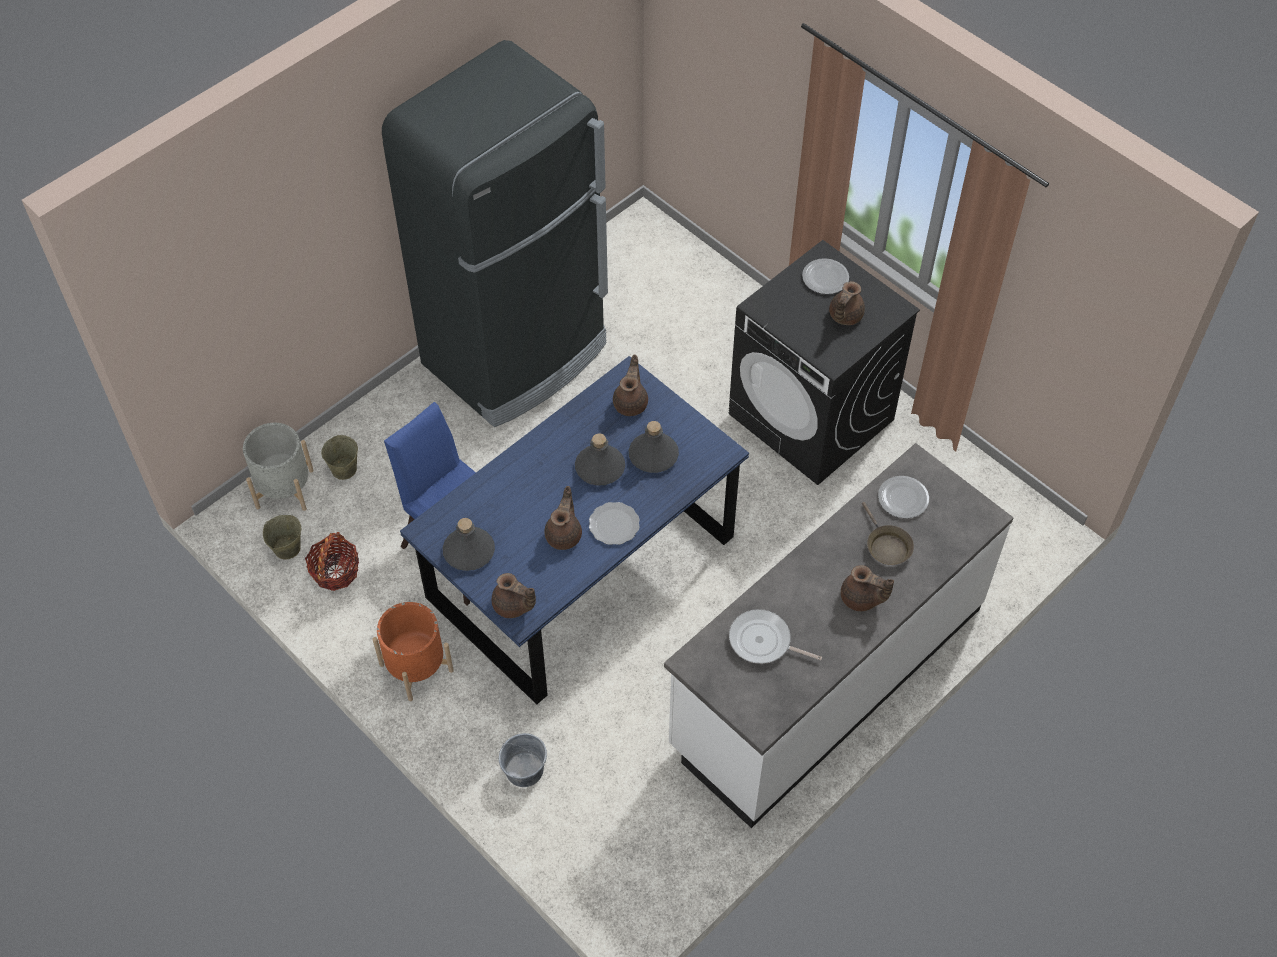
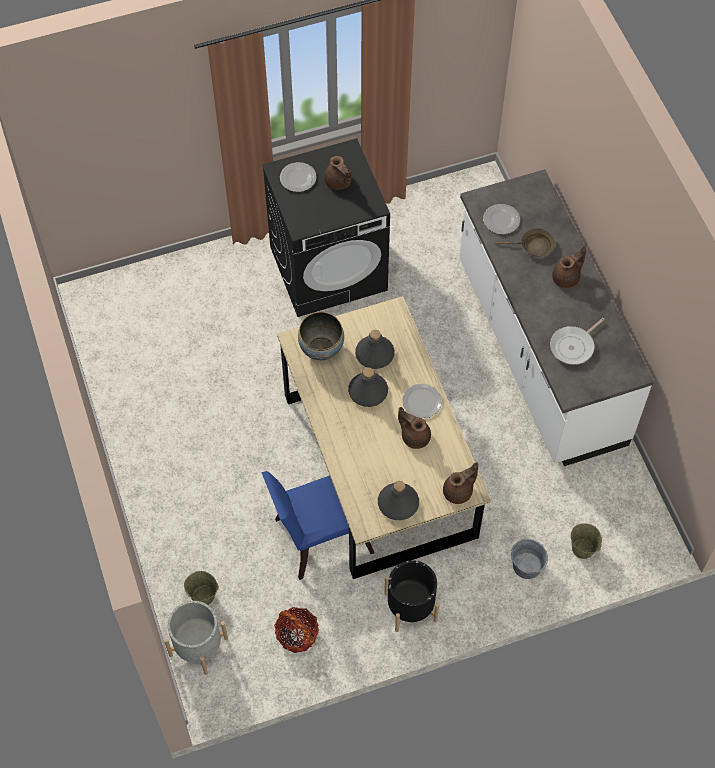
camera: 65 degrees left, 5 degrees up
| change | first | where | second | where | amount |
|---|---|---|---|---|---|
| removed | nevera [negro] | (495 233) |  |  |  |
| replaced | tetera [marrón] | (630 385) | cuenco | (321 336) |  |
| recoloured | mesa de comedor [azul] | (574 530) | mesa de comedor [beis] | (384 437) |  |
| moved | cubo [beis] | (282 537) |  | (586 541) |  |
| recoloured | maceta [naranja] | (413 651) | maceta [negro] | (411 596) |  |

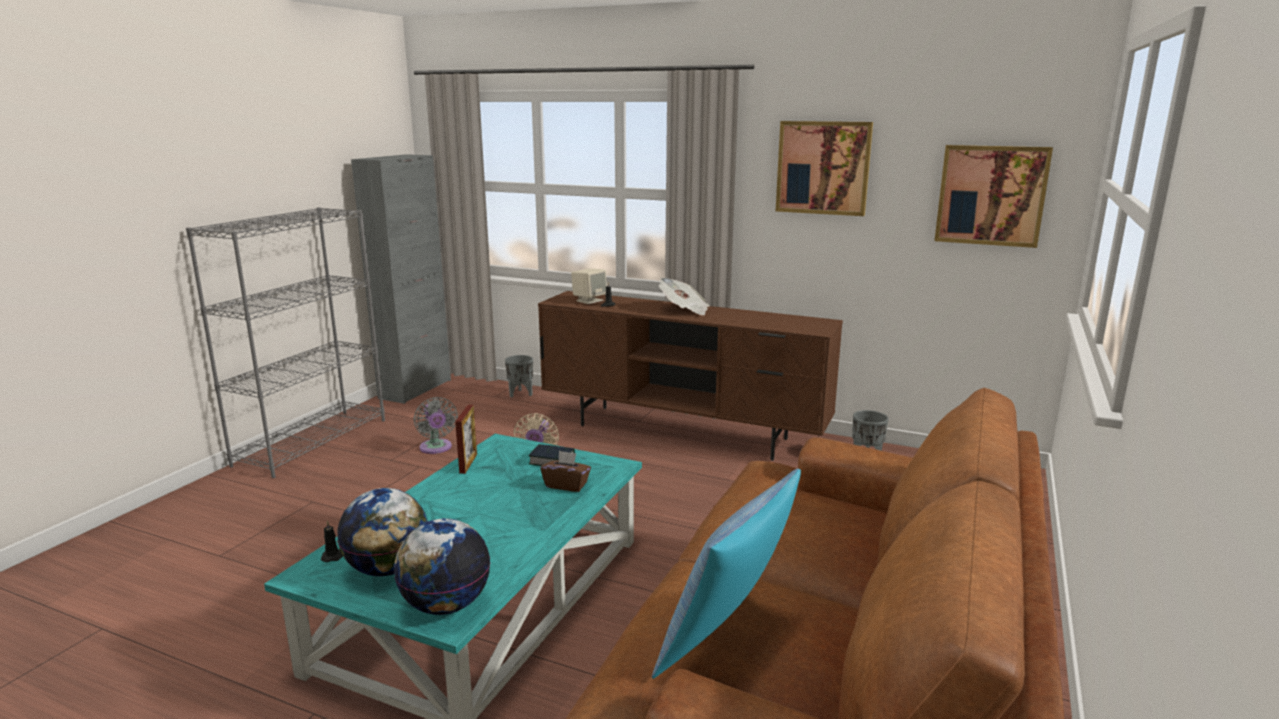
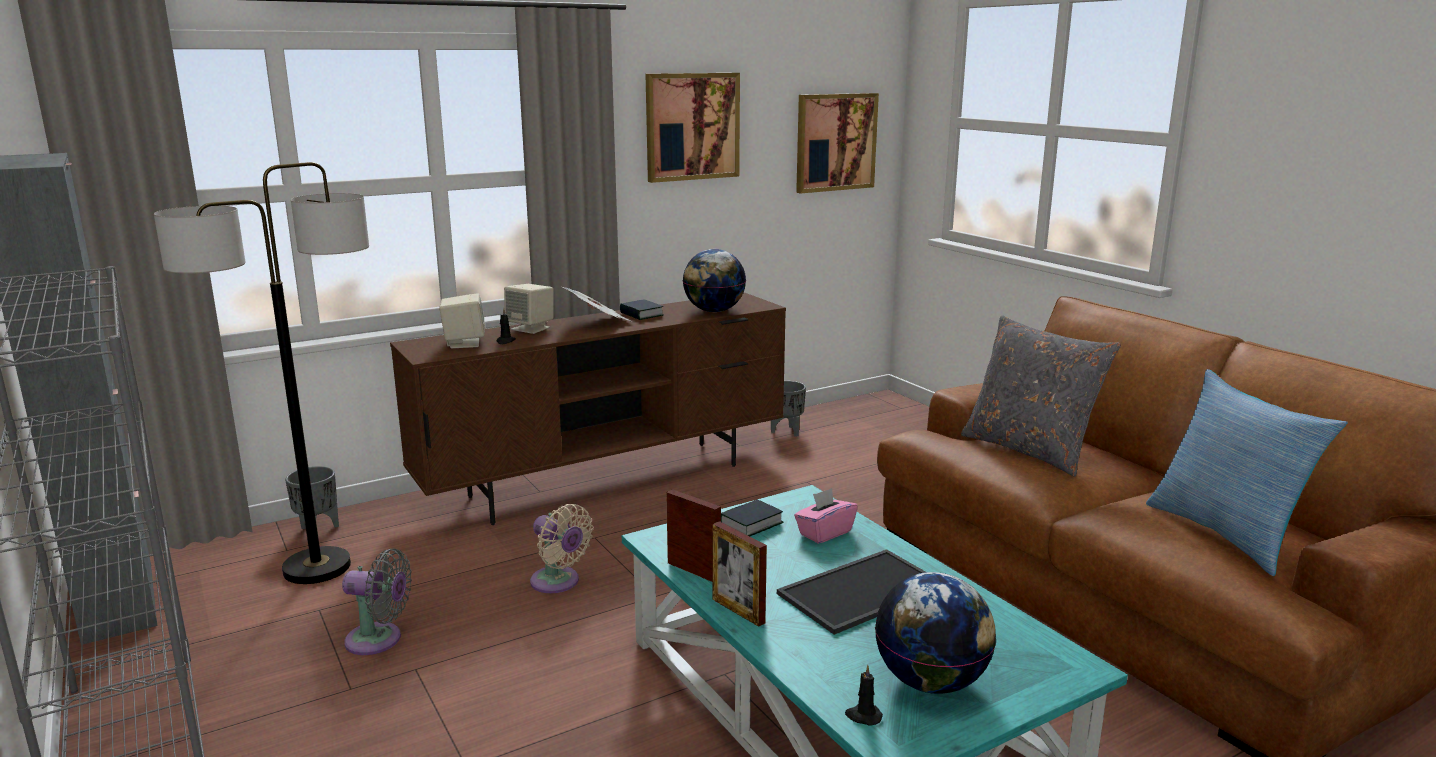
camera: 55 degrees left, 0 degrees up
| change | first | where | second | where | amount |
|---|---|---|---|---|---|
| recoloured | caja de pañuelos [marrón] | (565 471) | caja de pañuelos [rosa] | (826 516) |  |
| moved | globo terráqueo | (442 566) |  | (714 280) |  |
| added |  |  | lámpara de pie | (261 373) |  |
| added |  |  | altavoz [beis] | (528 309) |  |
| added |  |  | libro | (641 309) |  |
| added |  |  | cojín [gris] | (1041 396) |  |
| added |  |  | portarretratos | (739 574) |  |
| added |  |  | bandeja | (851 592) |  |

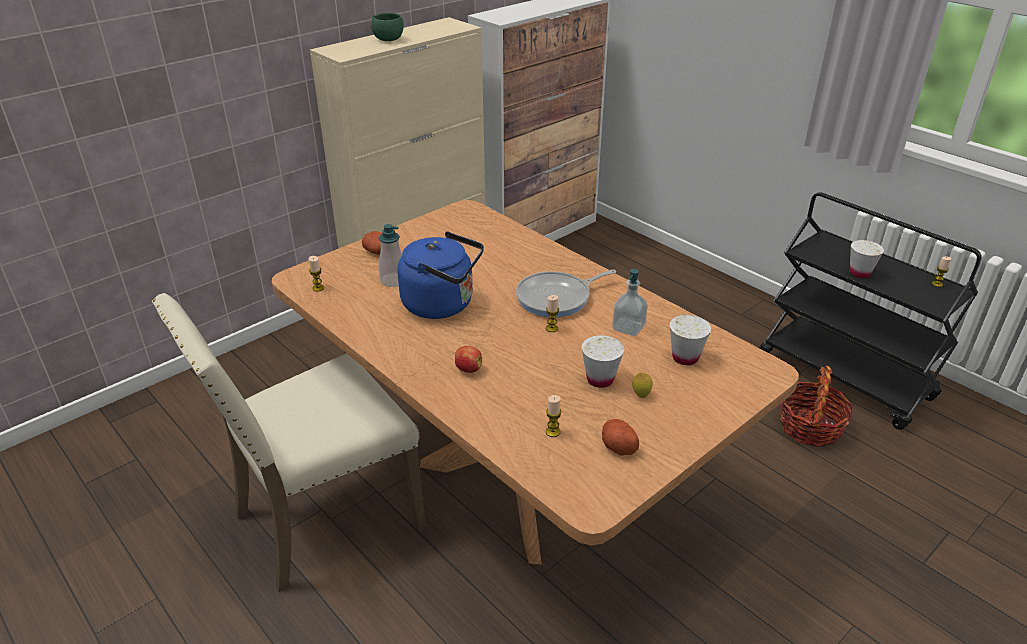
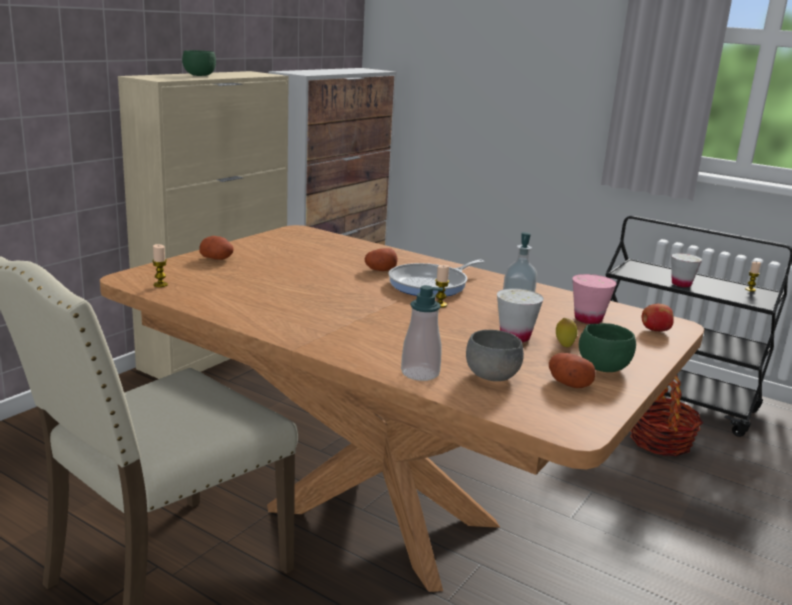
camera: 15 degrees left, 15 degrees down
| change | first | where | second | where | amount |
|---|---|---|---|---|---|
| moved | dispensador de jabón | (390 255) |  | (422 333) |  |
| removed | hervidor [azul] | (440 275) |  |  |  |
| recoloured | taza [blanco] | (690 340) | taza [rosa] | (594 299) |  |
| moved | manzana | (468 359) |  | (658 318) |  |
| replaced | vela | (554 416) | cuenco [gris] | (495 355) |  |
| added |  |  | patata | (381 259) |  |
| added |  |  | cuenco [verde] | (607 347) |  |

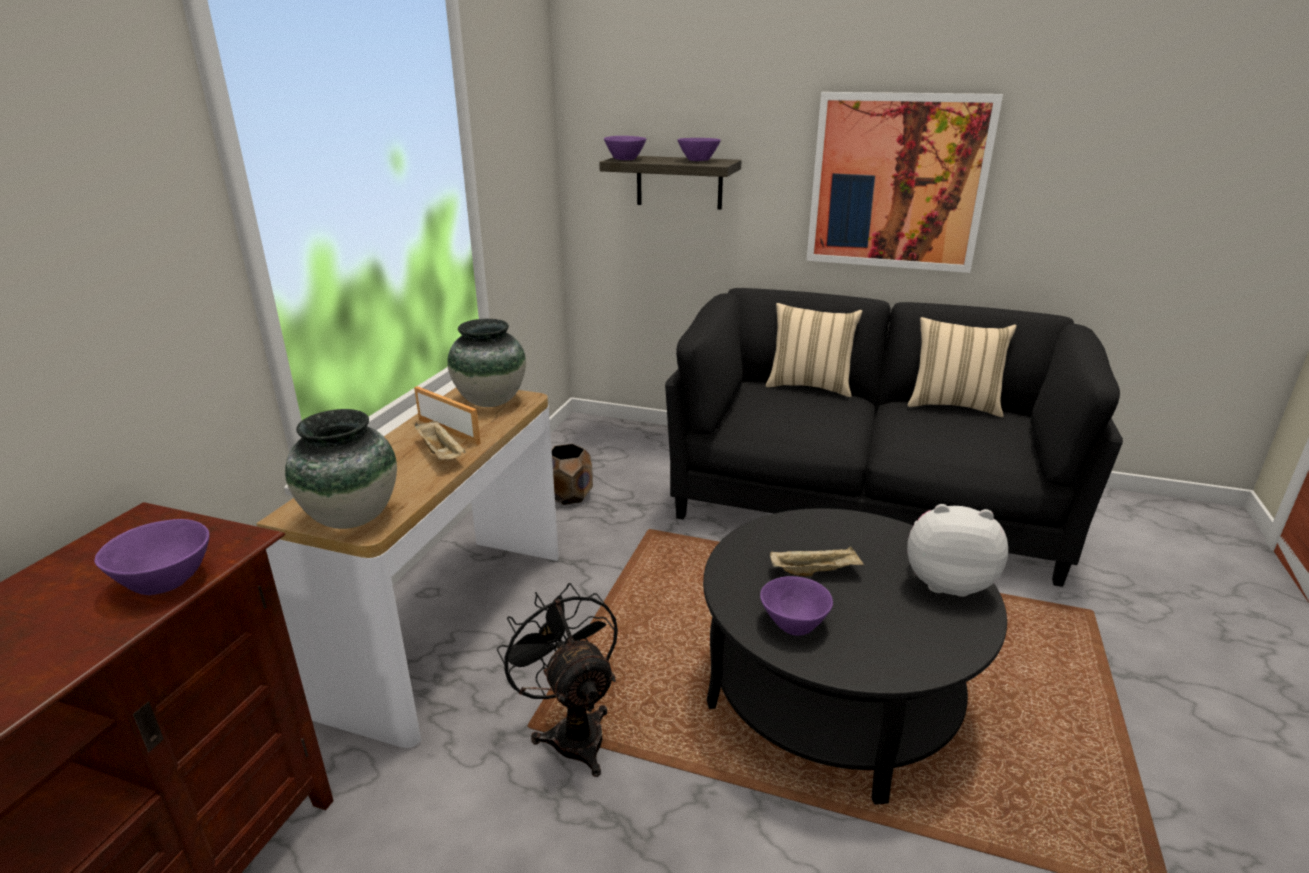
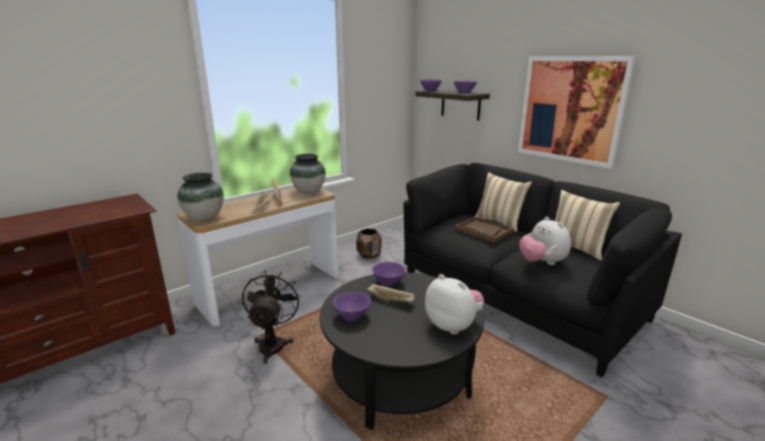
camera: 30 degrees right, 5 degrees down
| change | first | where | second | where | amount |
|---|---|---|---|---|---|
| moved | cuenco [morado] | (151 557) |  | (388 274) |  |
| added |  |  | bandeja [marrón] | (484 230) |  |
| added |  |  | peluche | (545 241) |  |

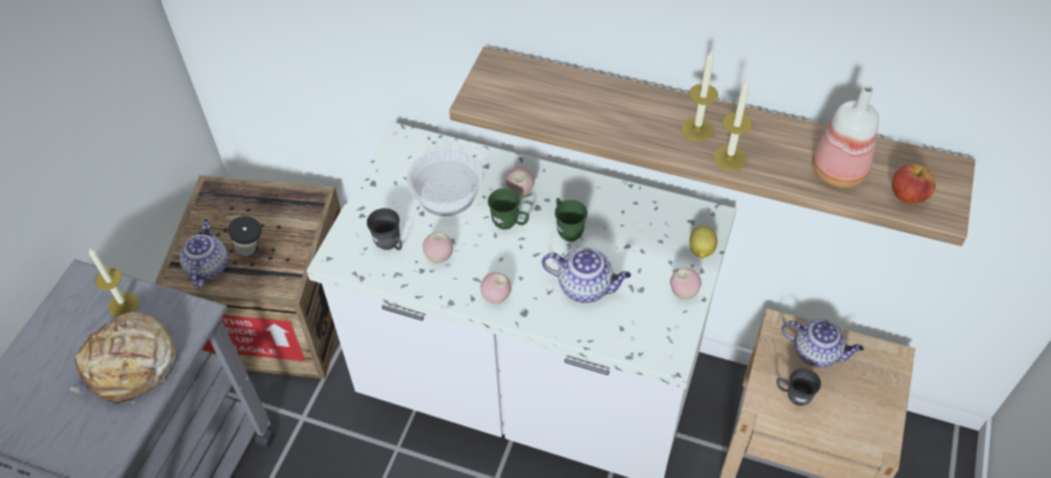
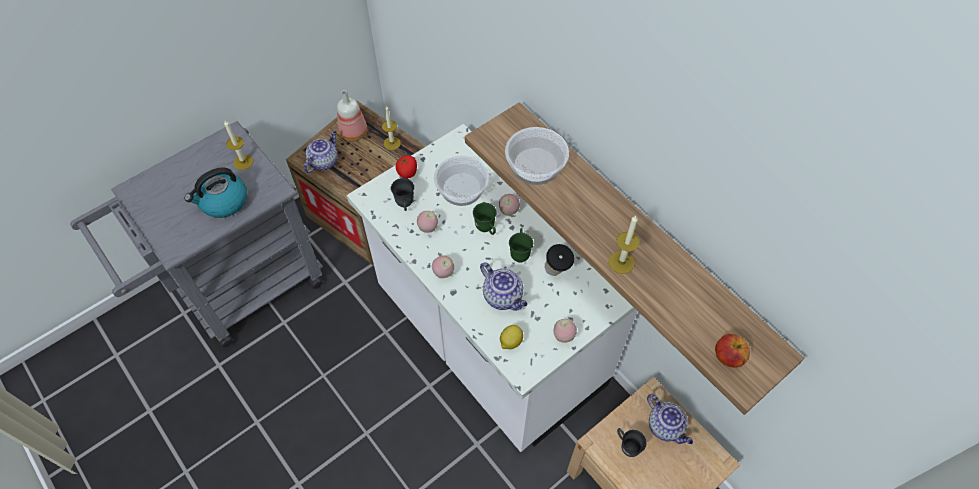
camera: 30 degrees right, 5 degrees up
| change | first | where | second | where | amount |
|---|---|---|---|---|---|
| moved | vela | (699 96) |  | (391 128) |  |
| moved | botella | (845 136) |  | (352 115) |  |
| moved | taza | (245 236) |  | (559 260) |  |
| moved | limón | (703 242) |  | (511 337) |  |
| replaced | pan | (123 358) | hervidor | (216 193) |  |
| added |  |  | cuenco | (537 156) |  |
| added |  |  | tomate | (406 166) |  |

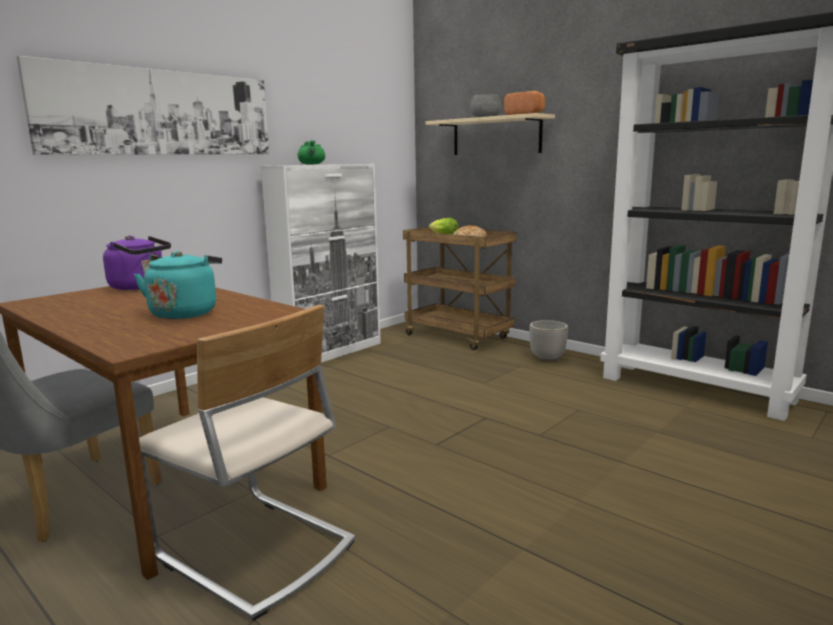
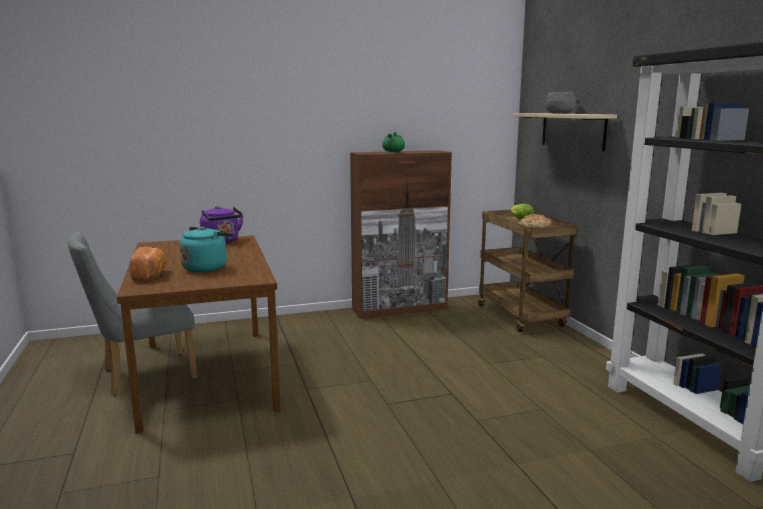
camera: 30 degrees right, 0 degrees up
| change | first | where | second | where | amount |
|---|---|---|---|---|---|
| removed | cuadro | (142 105) |  |  |  |
| moved | pan | (524 103) |  | (148 264) |  |
| recoloured | armario [blanco] | (321 263) | armario [marrón] | (401 234) |  |
| removed | silla [beis] | (247 463) |  |  |  |
| removed | maceta | (548 340) |  |  |  |

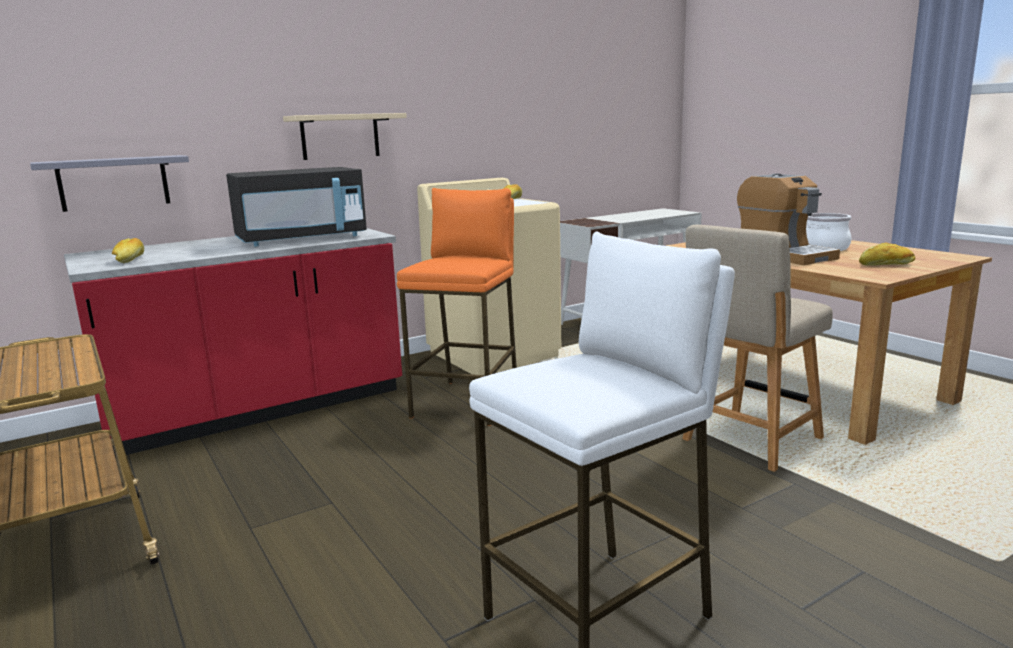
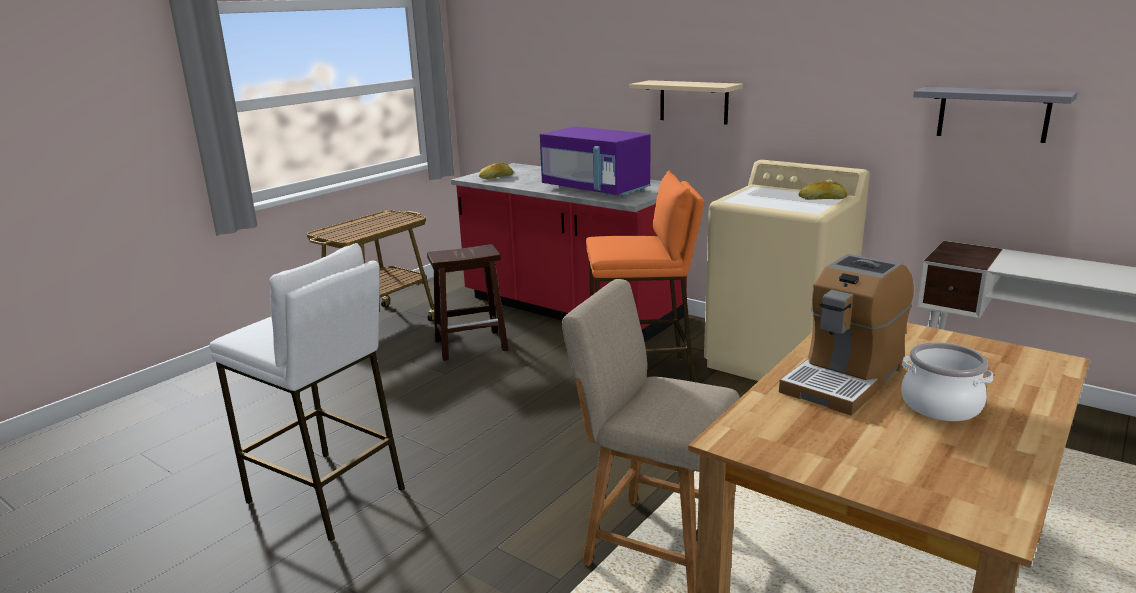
camera: 70 degrees right, 5 degrees up
| change | first | where | second | where | amount |
|---|---|---|---|---|---|
| moved | estante [gris] | (109 183) |  | (995 115) |  |
| recoloured | microondas [negro] | (296 207) | microondas [morado] | (595 162) |  |
| removed | pan | (887 254) |  |  |  |
| added |  |  | taburete [marrón] | (467 302) |  |

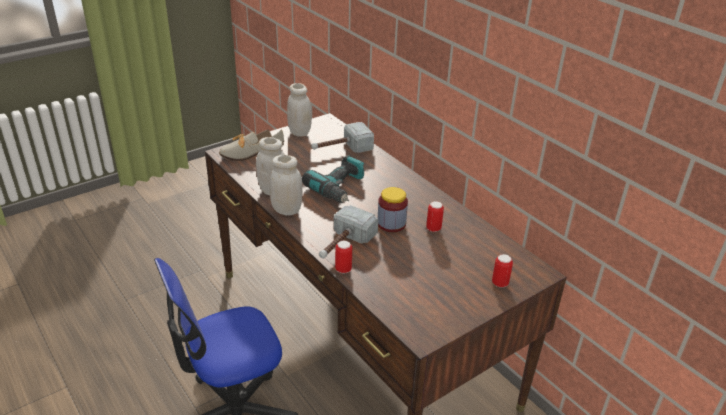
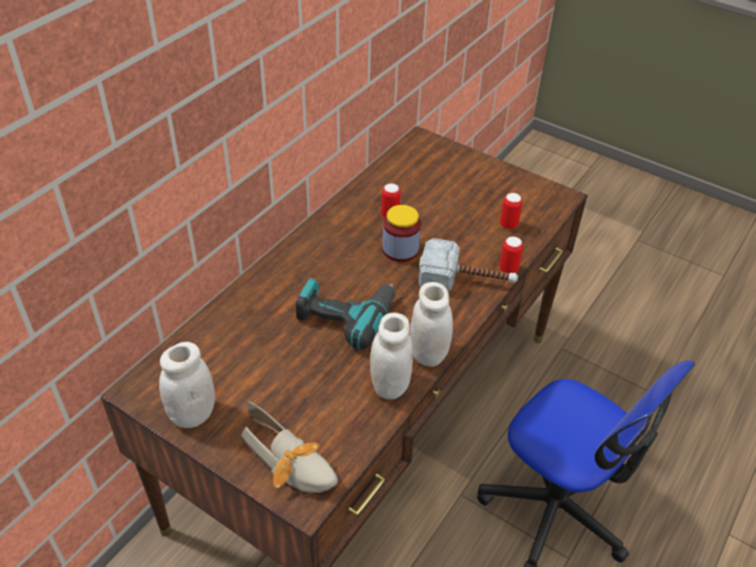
camera: 110 degrees left, 10 degrees up
| change | first | where | second | where | amount |
|---|---|---|---|---|---|
| removed | martillo | (342 137) |  |  |  |
| moved | lata | (502 271) |  | (511 211) |  |

